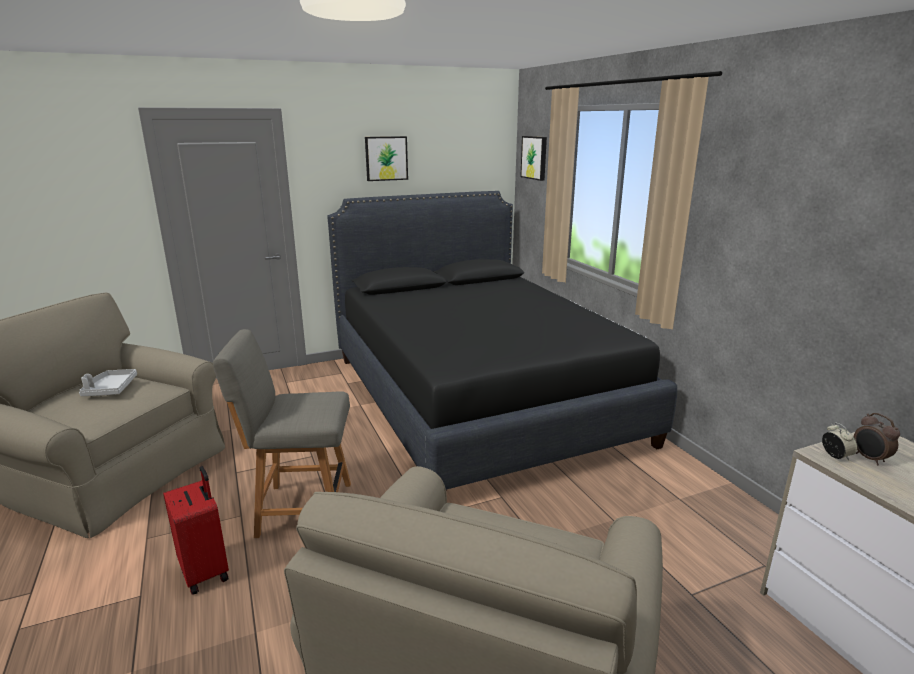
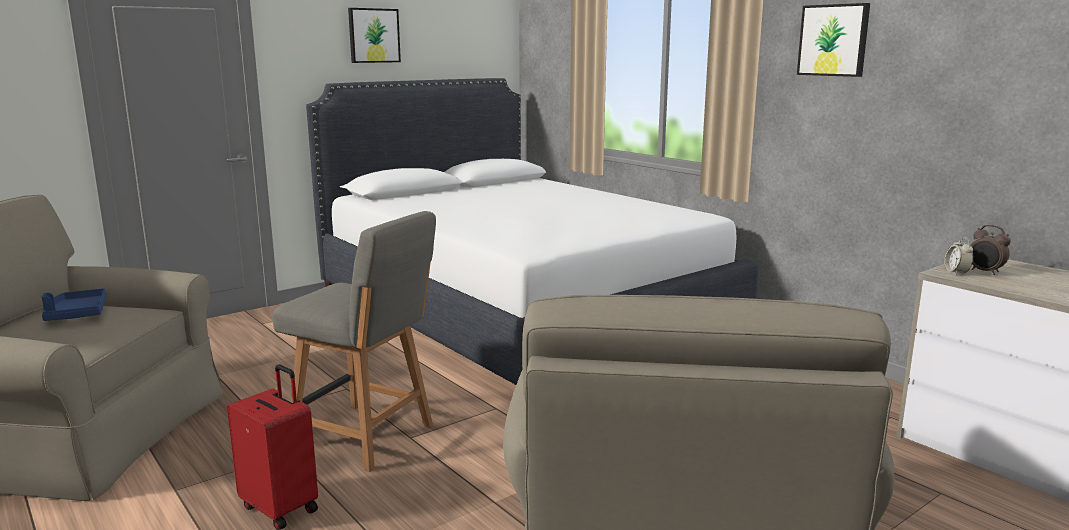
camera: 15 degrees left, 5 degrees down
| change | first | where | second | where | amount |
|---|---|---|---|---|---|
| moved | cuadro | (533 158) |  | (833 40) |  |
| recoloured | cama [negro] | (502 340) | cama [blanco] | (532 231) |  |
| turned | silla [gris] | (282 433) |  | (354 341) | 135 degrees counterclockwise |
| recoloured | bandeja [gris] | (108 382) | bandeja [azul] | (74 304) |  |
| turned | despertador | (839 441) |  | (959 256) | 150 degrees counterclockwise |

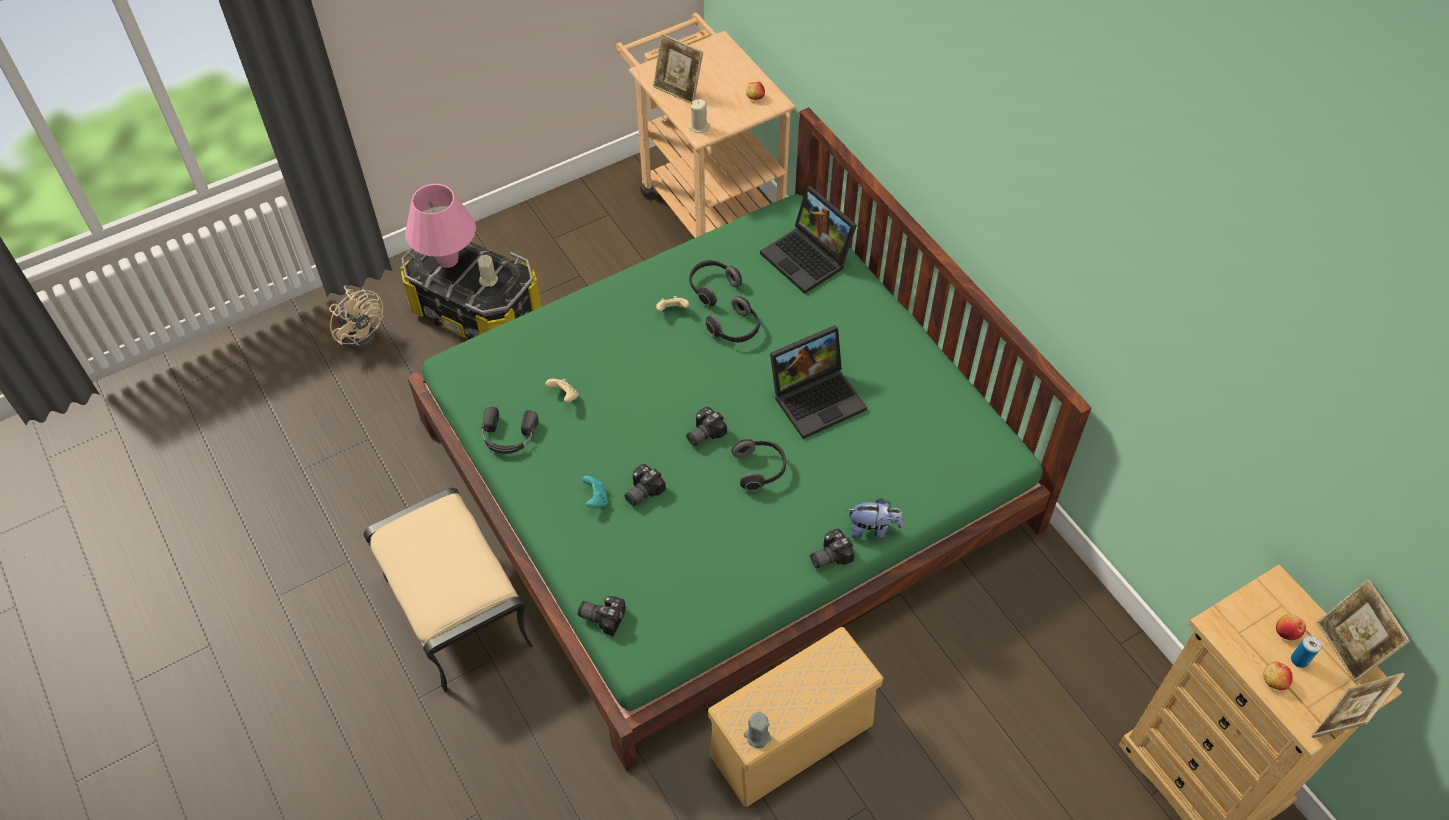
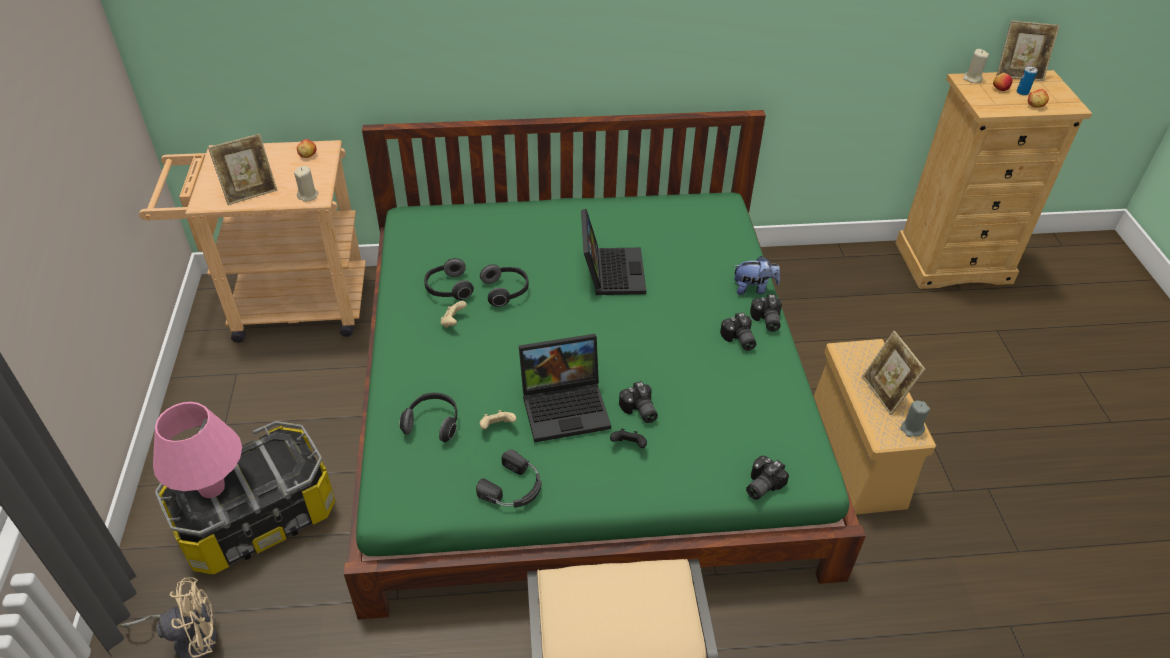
camera: 65 degrees left, 10 degrees down
| change | first | where | second | where | amount |
|---|---|---|---|---|---|
| moved | portátil | (808 240) |  | (565 388) |  |
| moved | vela [beis] | (487 271) |  | (976 66) |  |
| moved | cámara | (706 426) |  | (738 332) |  |
| moved | auriculares | (758 465) |  | (428 417) |  |
| recoloured | mando de consola [turquesa] | (595 492) | mando de consola [negro] | (628 438) |  |
| turned | peluche | (875 518) |  | (757 275) | 60 degrees clockwise |
| moved | portarretratos | (1358 705) |  | (894 373) |  |

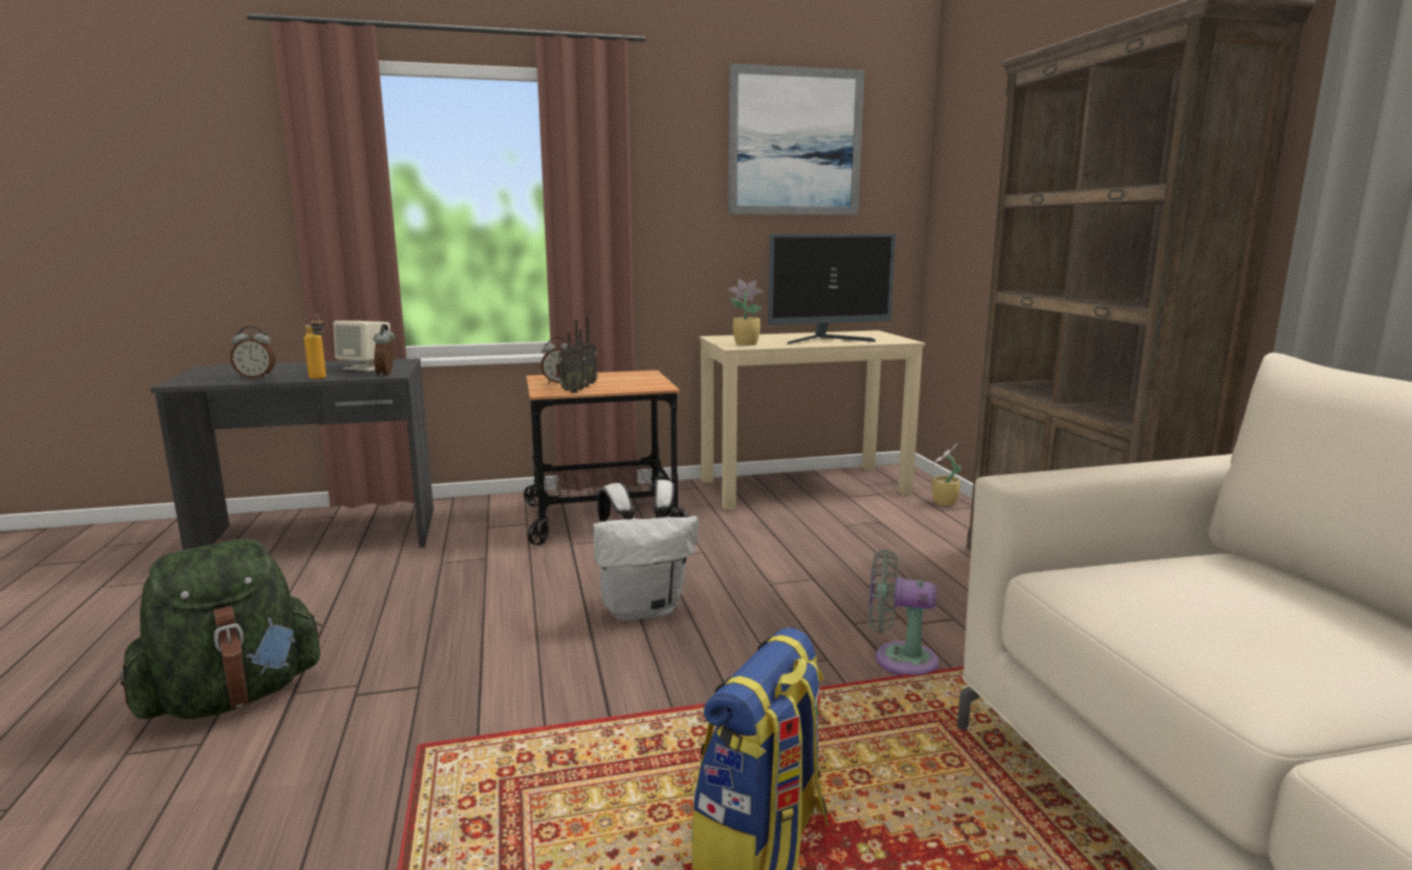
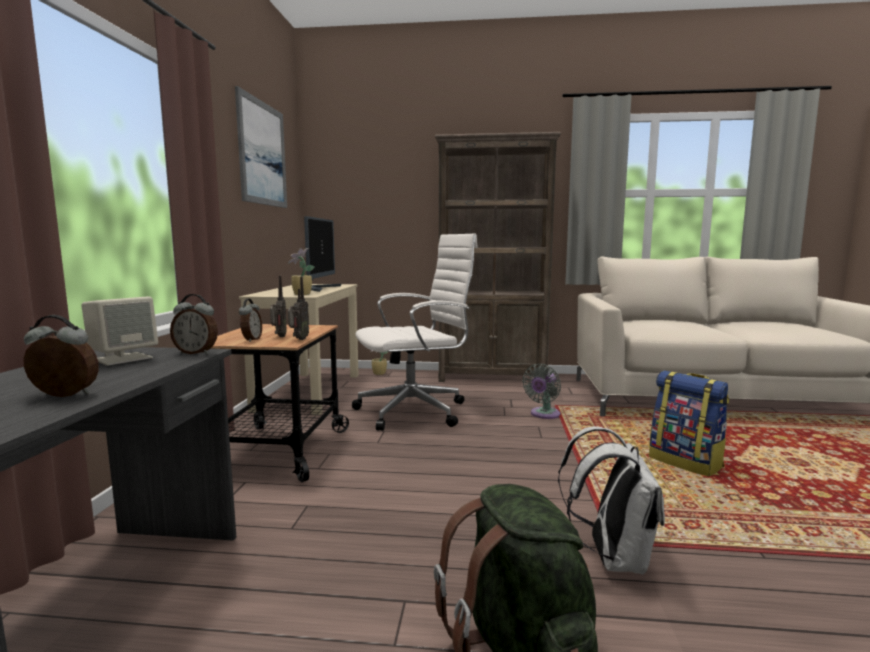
camera: 70 degrees left, 5 degrees down
| change | first | where | second | where | amount |
|---|---|---|---|---|---|
| removed | botella | (315 346) |  |  |  |
| turned | despertador | (253 352) |  | (61 356) | 105 degrees counterclockwise |
| moved | mochila [blanco] | (646 550) |  | (611 500) |  |
| added |  |  | silla de oficina [blanco] | (415 332) |  |

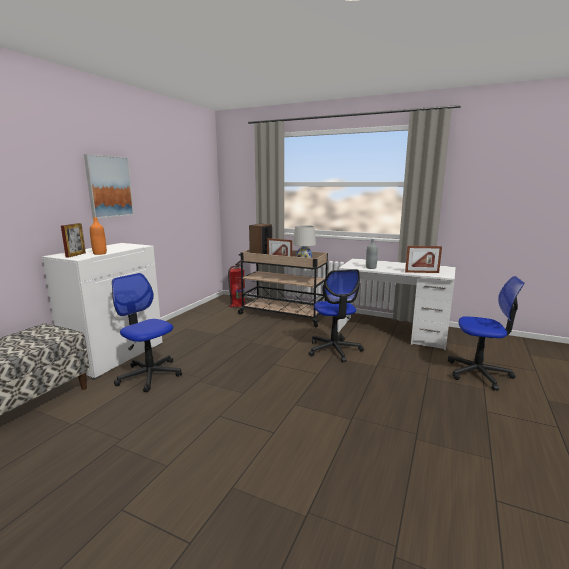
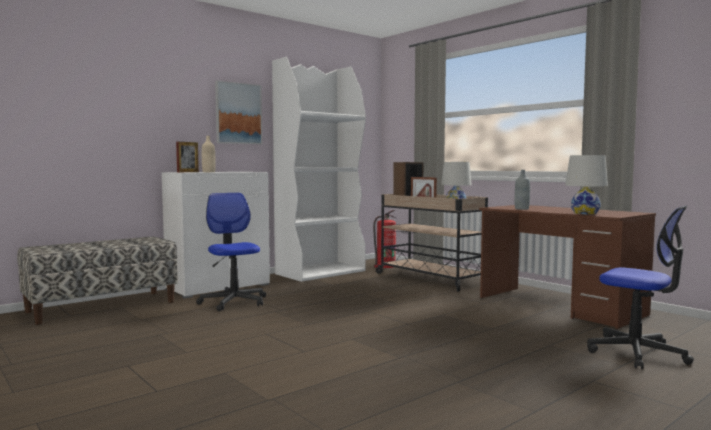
camera: 25 degrees right, 10 degrees down
| change | first | where | second | where | amount |
|---|---|---|---|---|---|
| recoloured | botella [naranja] | (98 236) | botella [beis] | (209 154) |  |
| replaced | portarretratos | (423 259) | lámpara de mesa [blanco] | (586 184) |  |
| recoloured | escritorio [blanco] | (396 304) | escritorio [marrón] | (567 267) |  |
| removed | silla de oficina | (336 315) |  |  |  |
| added |  |  | estantería [blanco] | (319 169) |  |

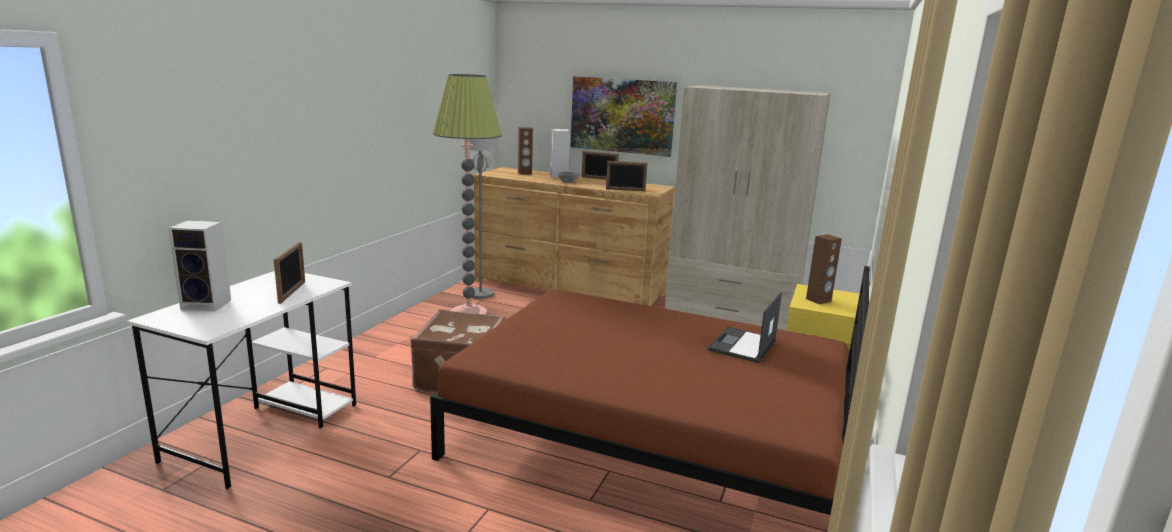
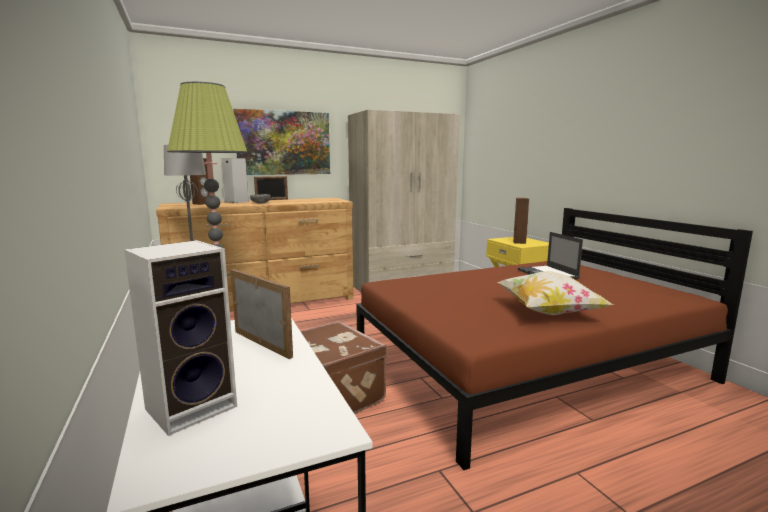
camera: 45 degrees left, 5 degrees down
| change | first | where | second | where | amount |
|---|---|---|---|---|---|
| removed | portarretratos | (626 176) |  |  |  |
| added |  |  | cojín | (556 293) |  |

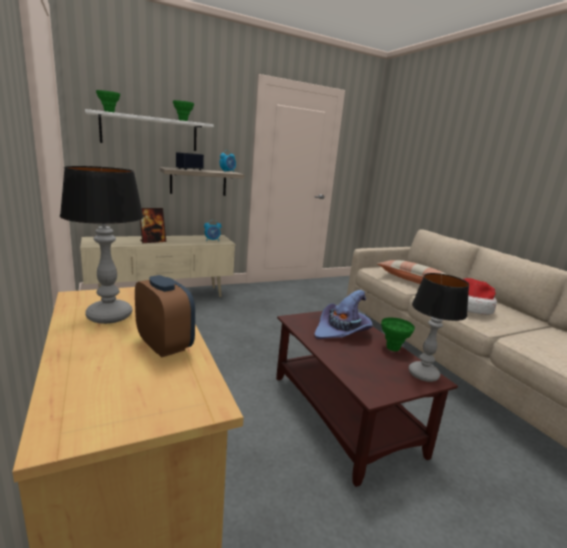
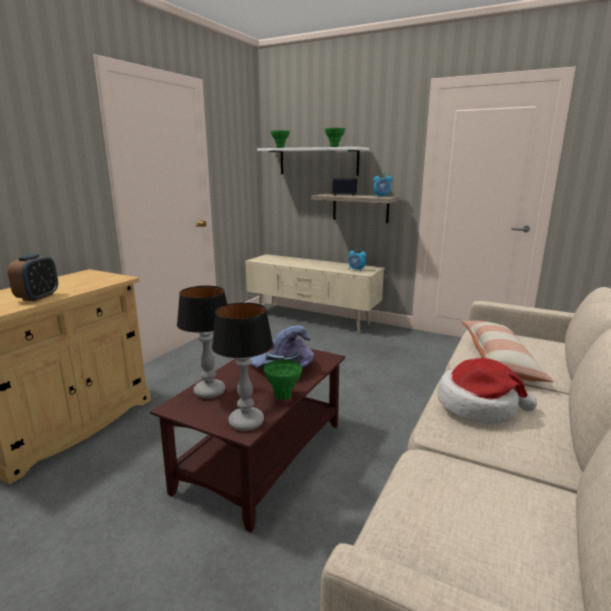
camera: 55 degrees right, 0 degrees up
| change | first | where | second | where | amount |
|---|---|---|---|---|---|
| moved | lámpara de mesa | (102 245) |  | (202 342) |  |
| removed | portarretratos | (153 225) |  |  |  |

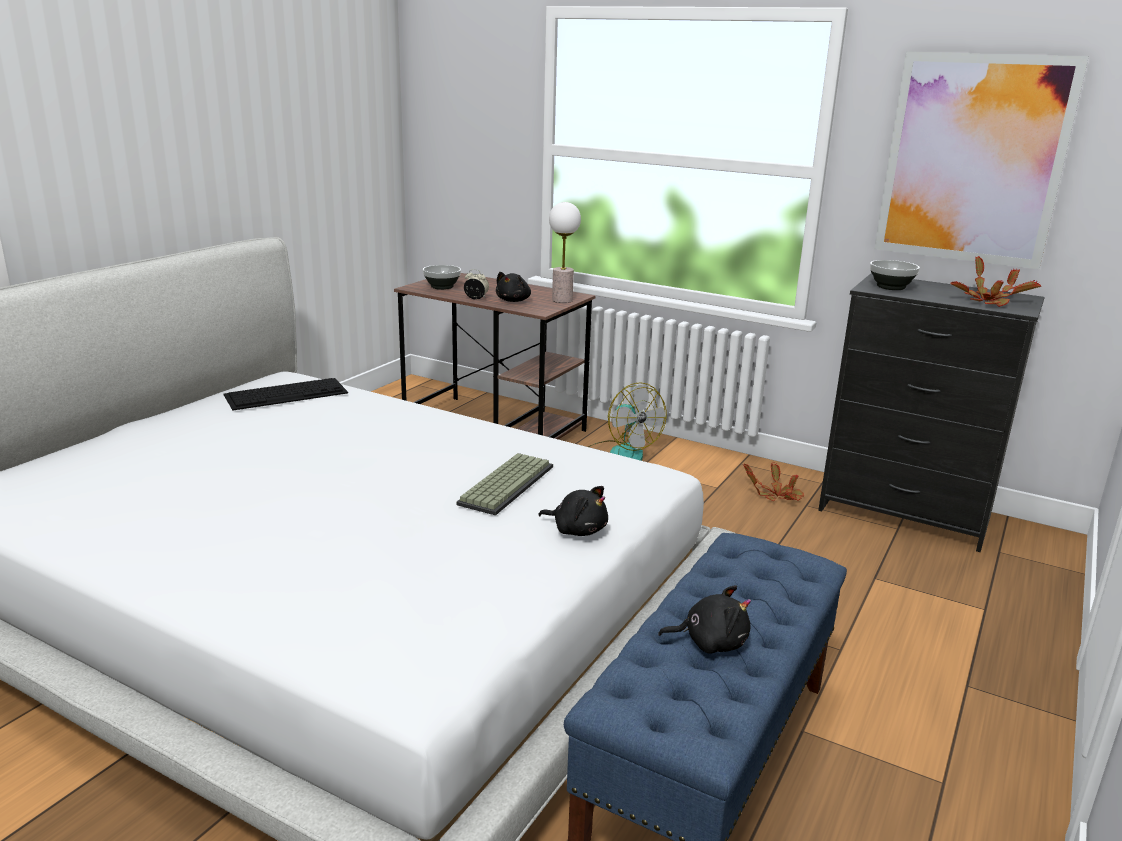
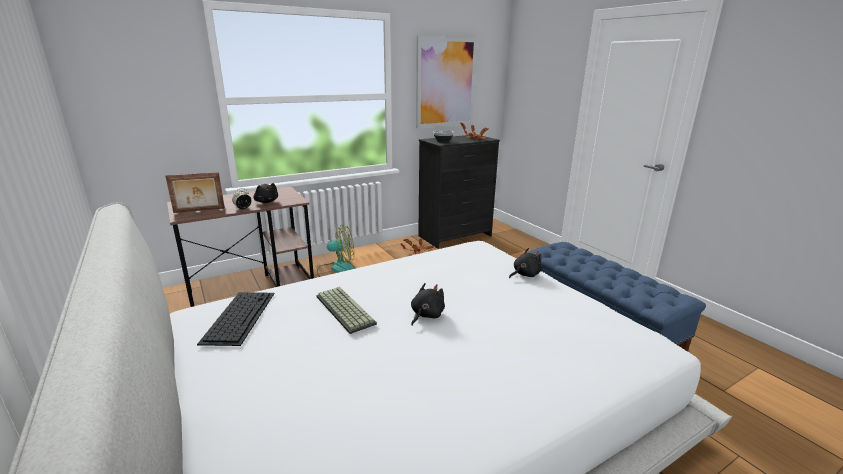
camera: 60 degrees left, 0 degrees up
| change | first | where | second | where | amount |
|---|---|---|---|---|---|
| removed | lámpara de mesa | (565 252) |  |  |  |
| replaced | cuenco | (442 277) | portarretratos | (195 192) |  |
| moved | teclado | (505 484) |  | (346 310) |  |
| moved | peluche [negro] | (704 619) |  | (428 304) |  |

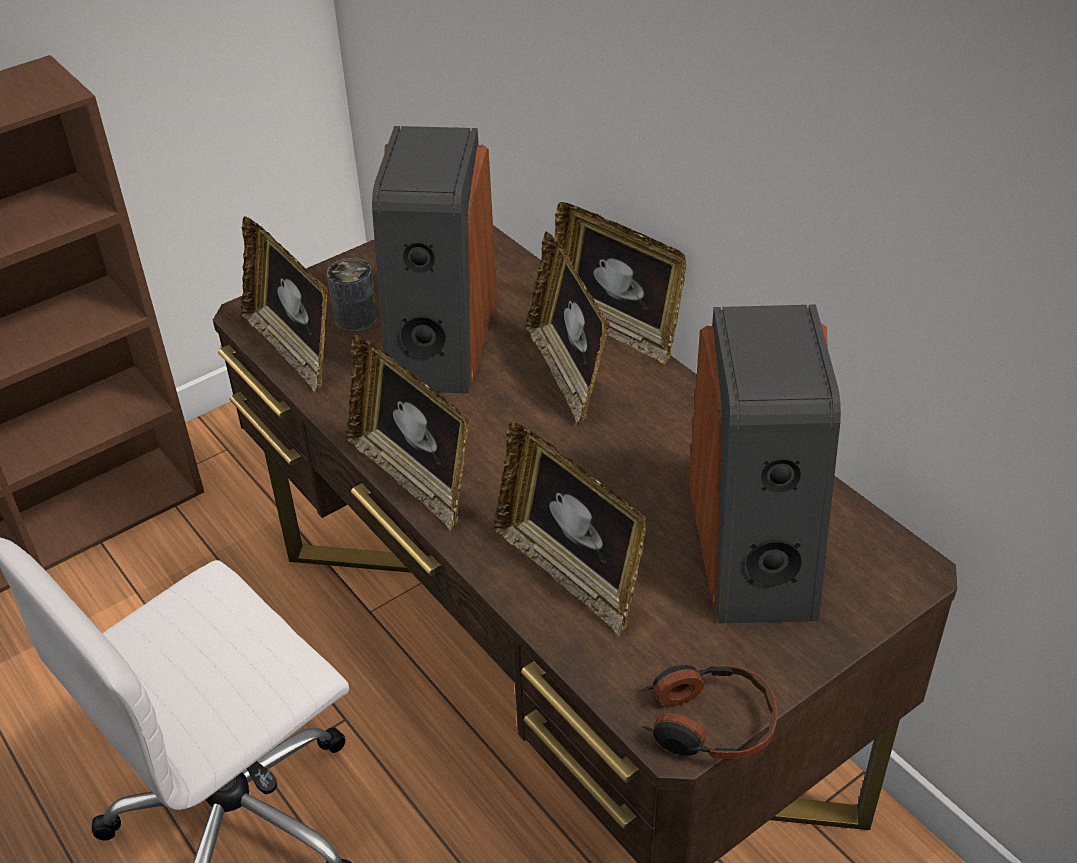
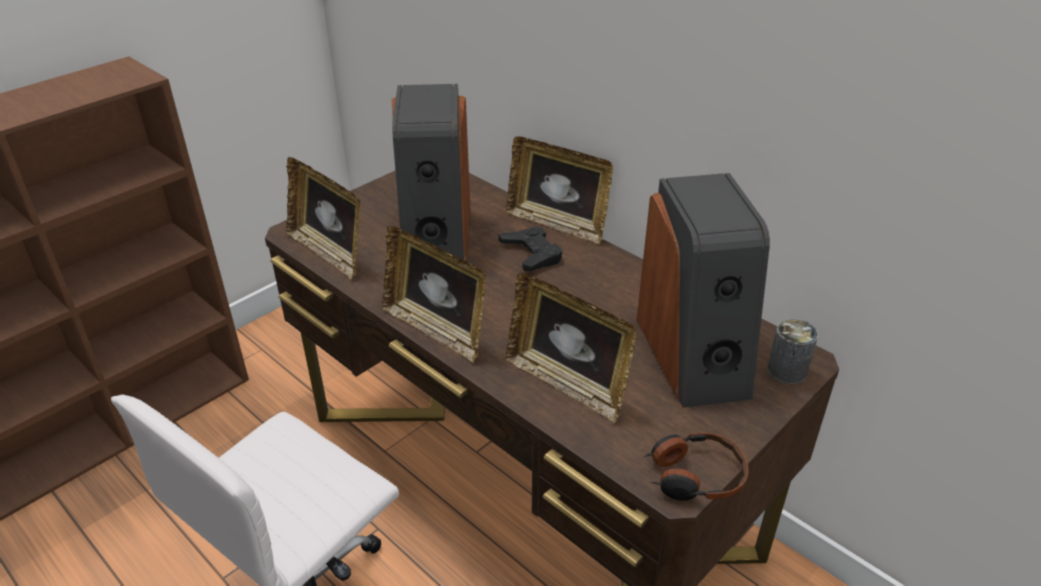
camera: 10 degrees left, 5 degrees down
| change | first | where | second | where | amount |
|---|---|---|---|---|---|
| replaced | portarretratos | (568 328) | mando de consola [negro] | (530 248) |  |
| moved | lata | (352 295) |  | (792 351) |  |

